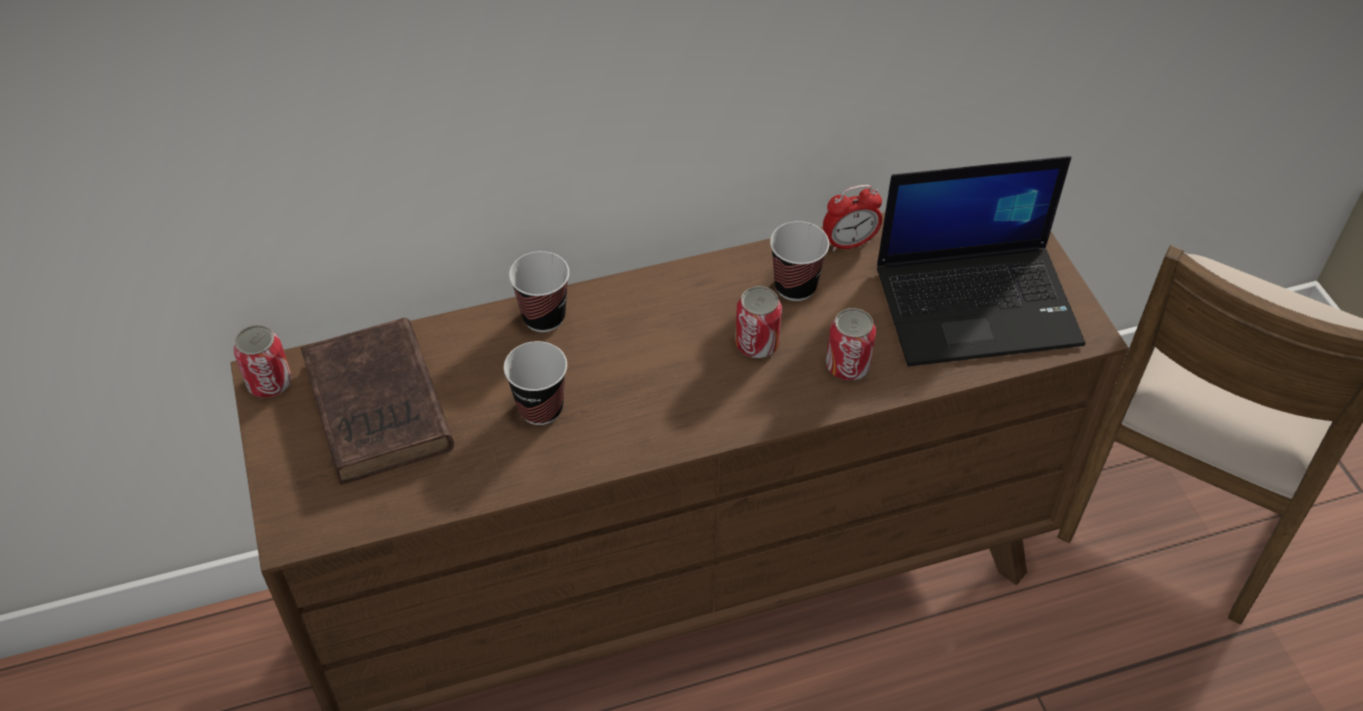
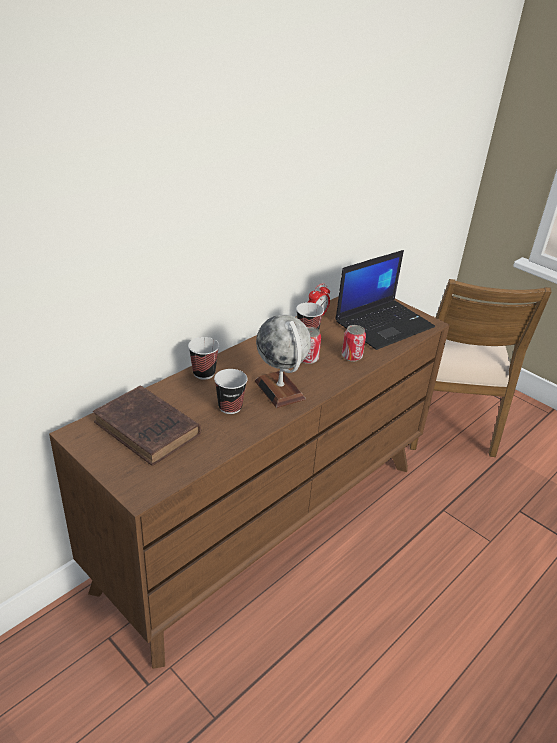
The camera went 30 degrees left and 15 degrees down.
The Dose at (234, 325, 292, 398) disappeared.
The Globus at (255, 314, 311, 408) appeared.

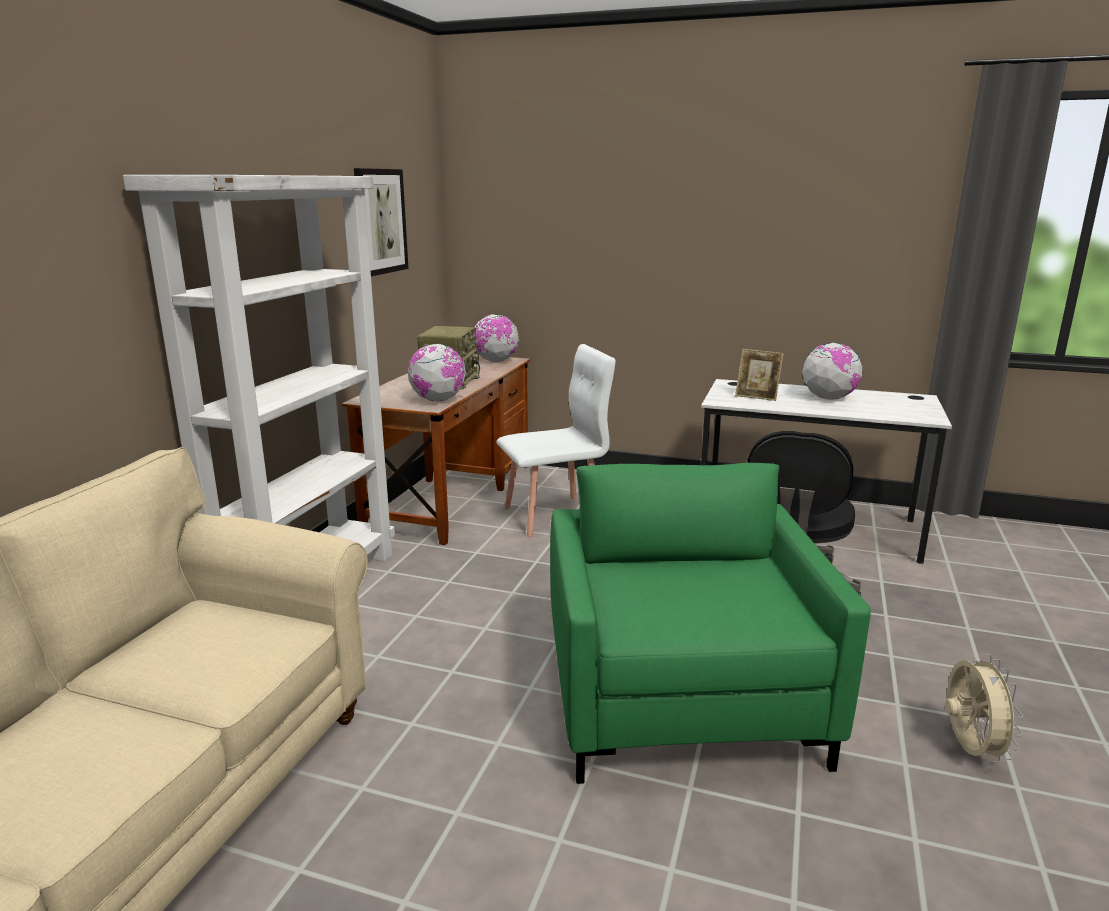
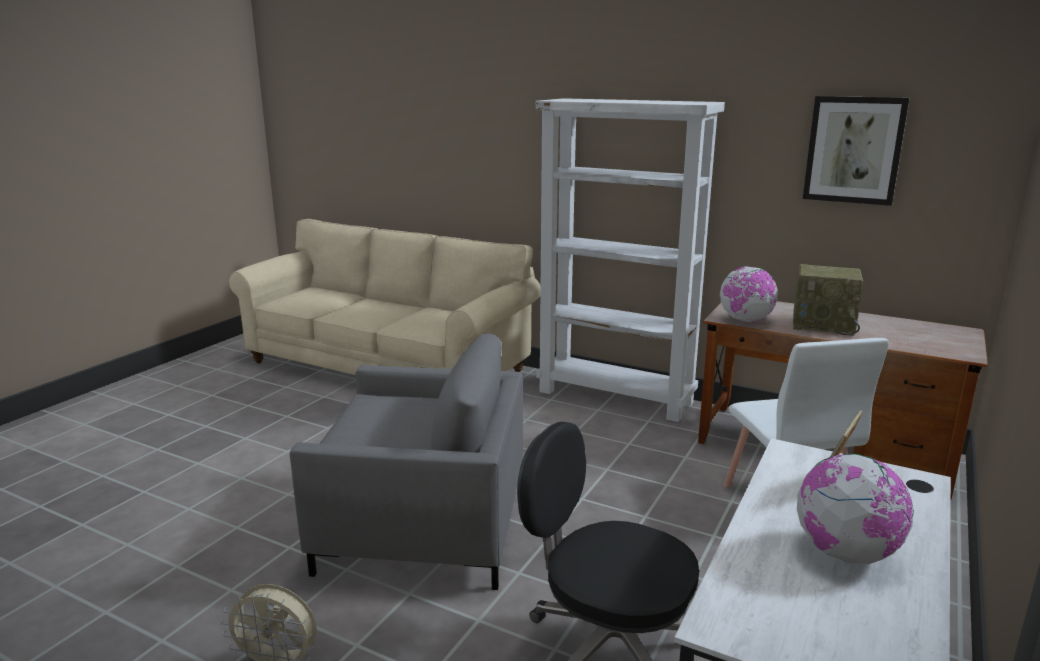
The camera went 100 degrees right and 0 degrees up.
The Globus at (473, 314, 519, 362) disappeared.
The Sessel (grün) at (550, 463, 871, 784) became the Sessel (grau) at (290, 333, 523, 590).

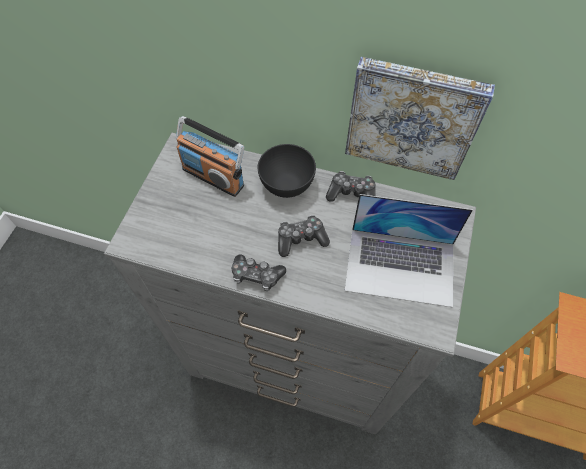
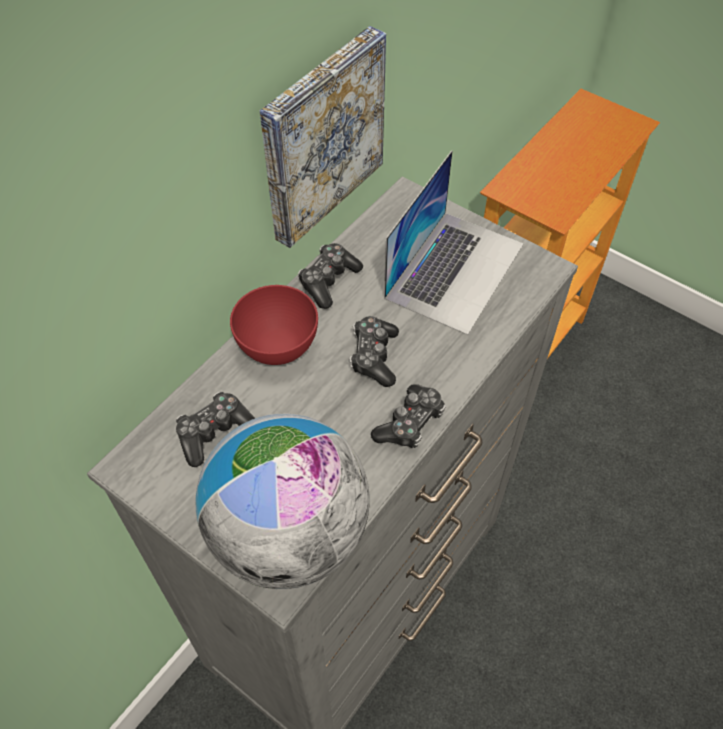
The camera went 70 degrees left and 5 degrees down.
The Globus at (196, 414, 370, 589) appeared.
The Radio at (176, 116, 244, 197) was replaced by the Gamepad at (176, 392, 255, 467).
The Schüssel (schwarz) at (258, 144, 316, 198) became the Schüssel (rot) at (230, 285, 318, 365).

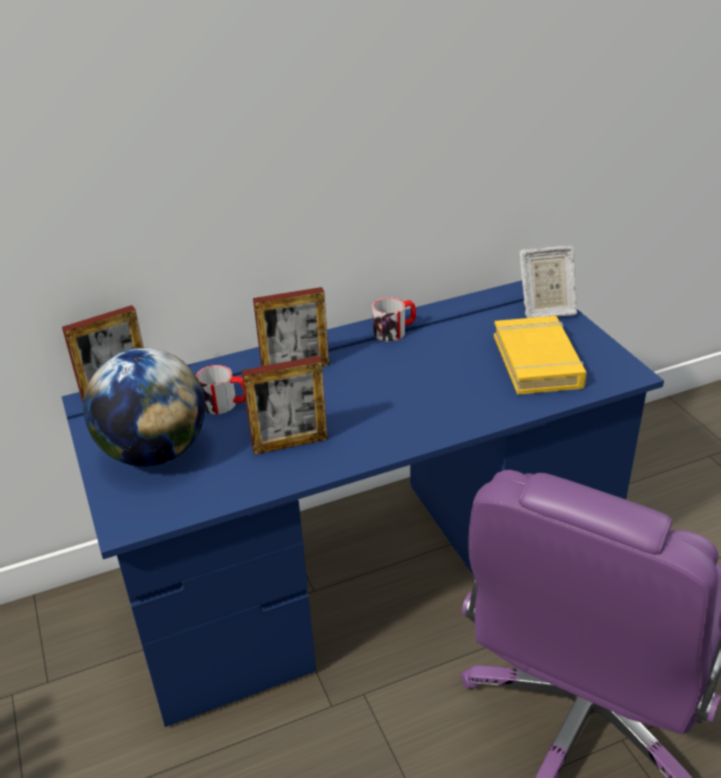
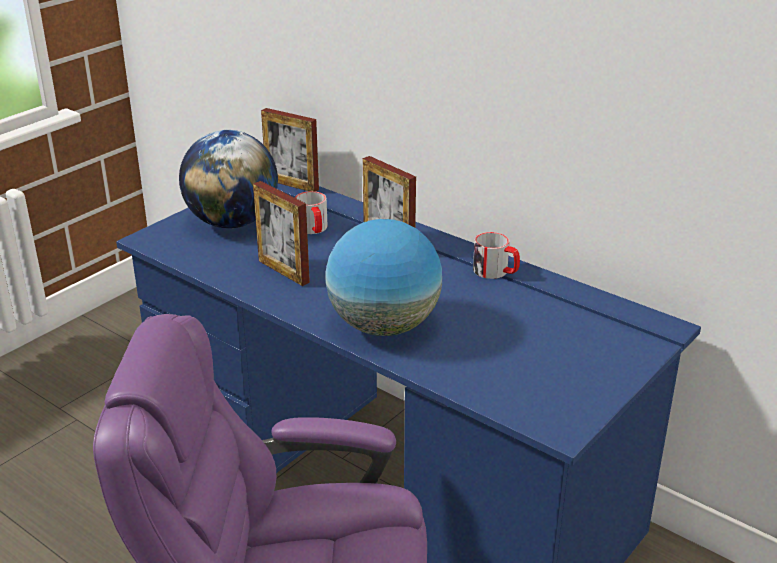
The camera went 60 degrees right and 5 degrees down.
The Buch (gelb) at (494, 316, 587, 395) disappeared.
The Bilderrahmen at (519, 246, 577, 318) disappeared.
The Globus at (325, 219, 442, 336) appeared.

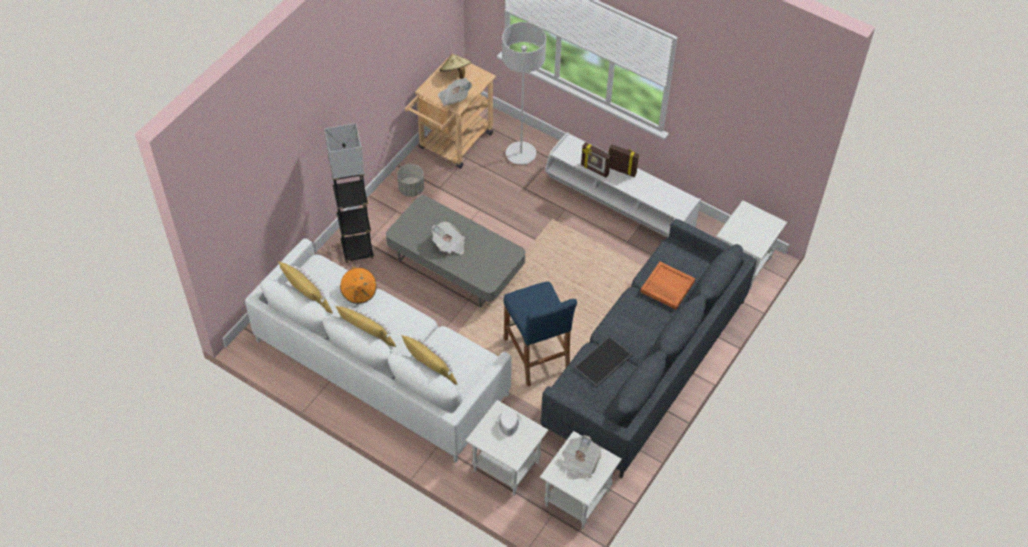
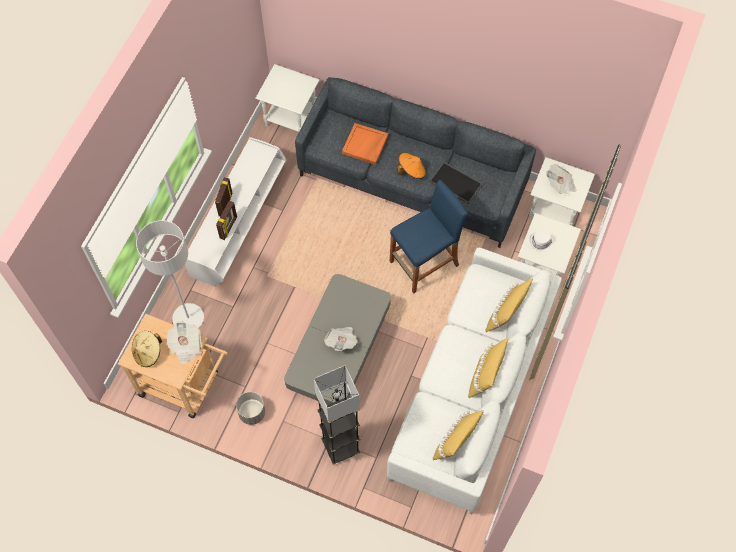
The camera went 100 degrees left and 10 degrees up.
The Hut (orange) moved from (340, 267, 377, 304) to (397, 153, 426, 179).

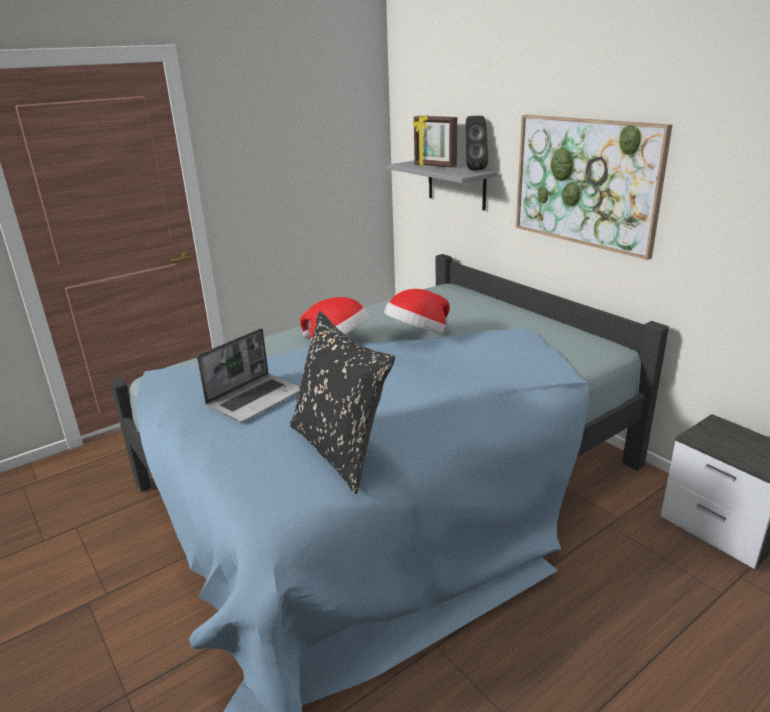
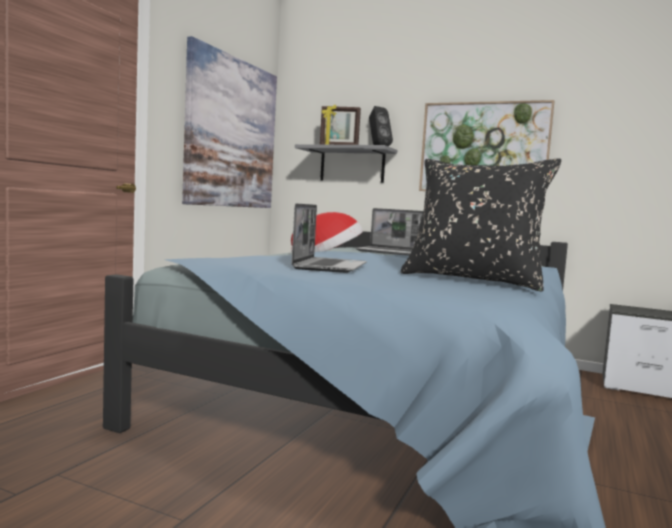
The camera went 30 degrees left and 20 degrees down.
The Bild at (182, 36, 277, 208) appeared.
The Hut at (384, 289, 450, 333) was replaced by the Laptop at (356, 208, 423, 256).

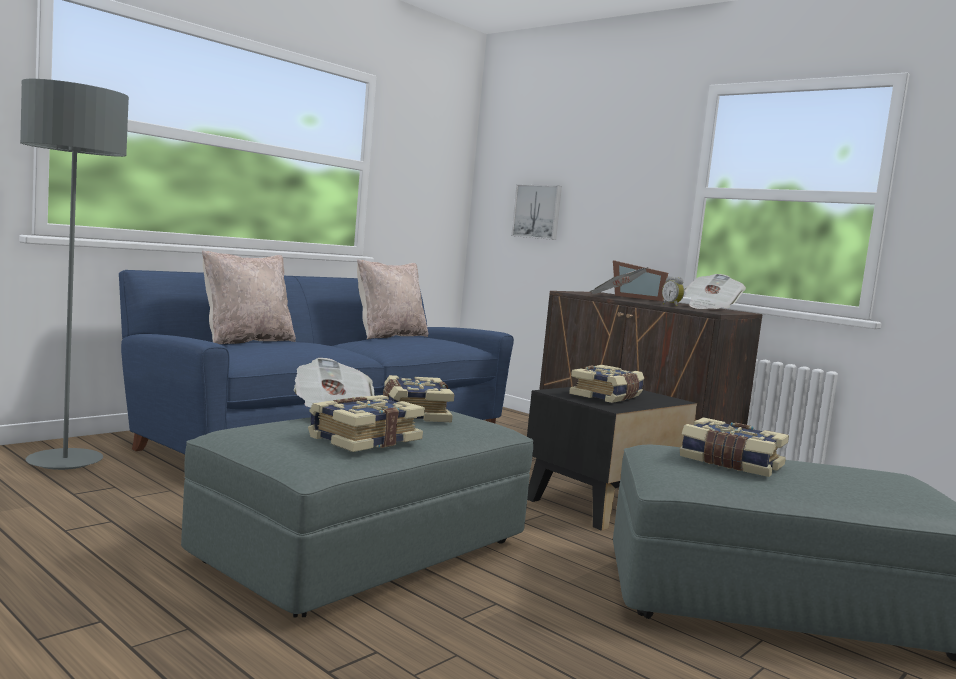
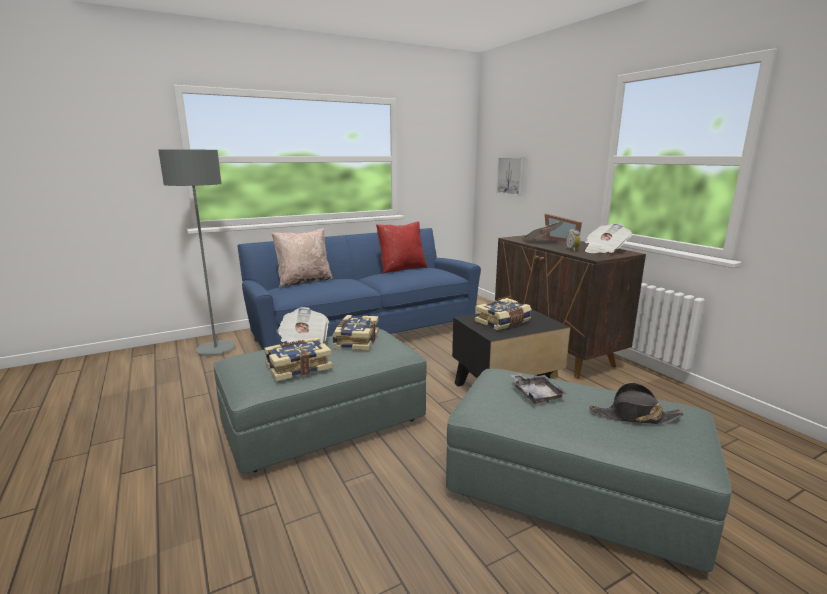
The camera went 20 degrees right and 10 degrees up.
The Hut (schwarz) at (589, 382, 684, 424) appeared.
The Buch at (680, 417, 789, 477) was replaced by the Tablett (grau) at (511, 374, 567, 404).
The Kissen (beige) at (357, 259, 428, 340) became the Kissen (rot) at (376, 221, 427, 274).

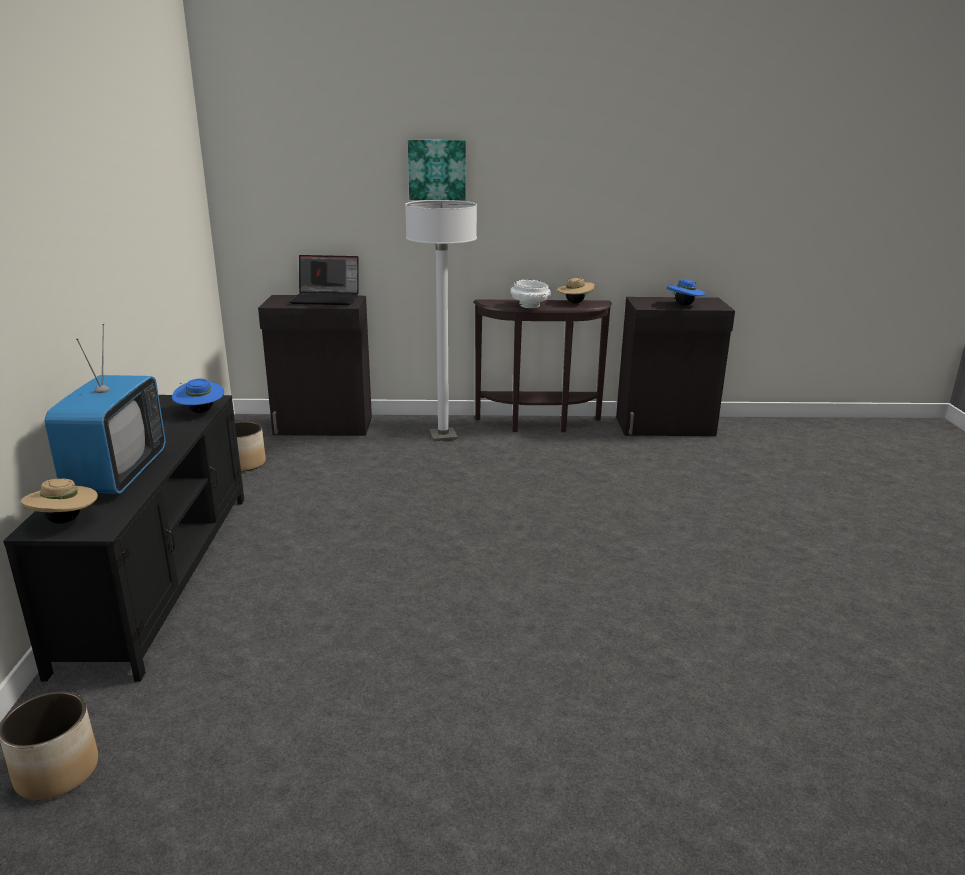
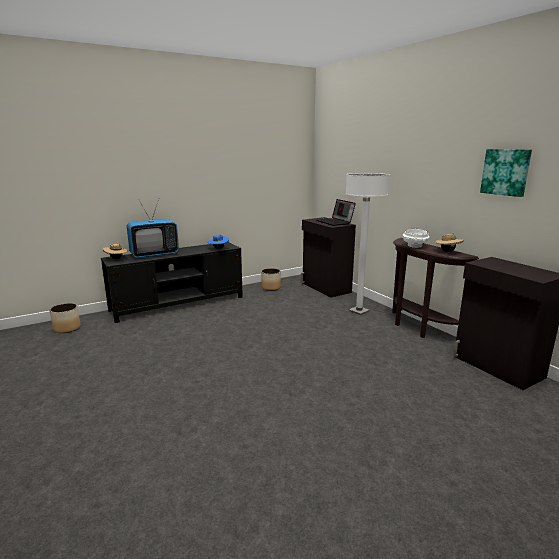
The camera went 60 degrees right and 5 degrees down.
The Hut (blau) at (667, 280, 706, 306) disappeared.
The Bild moved from (408, 140, 466, 201) to (480, 149, 532, 197).

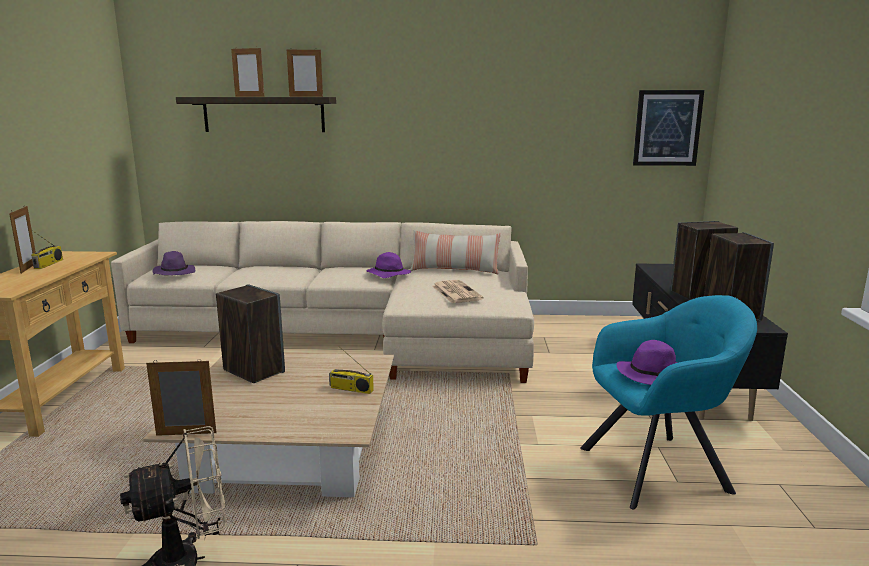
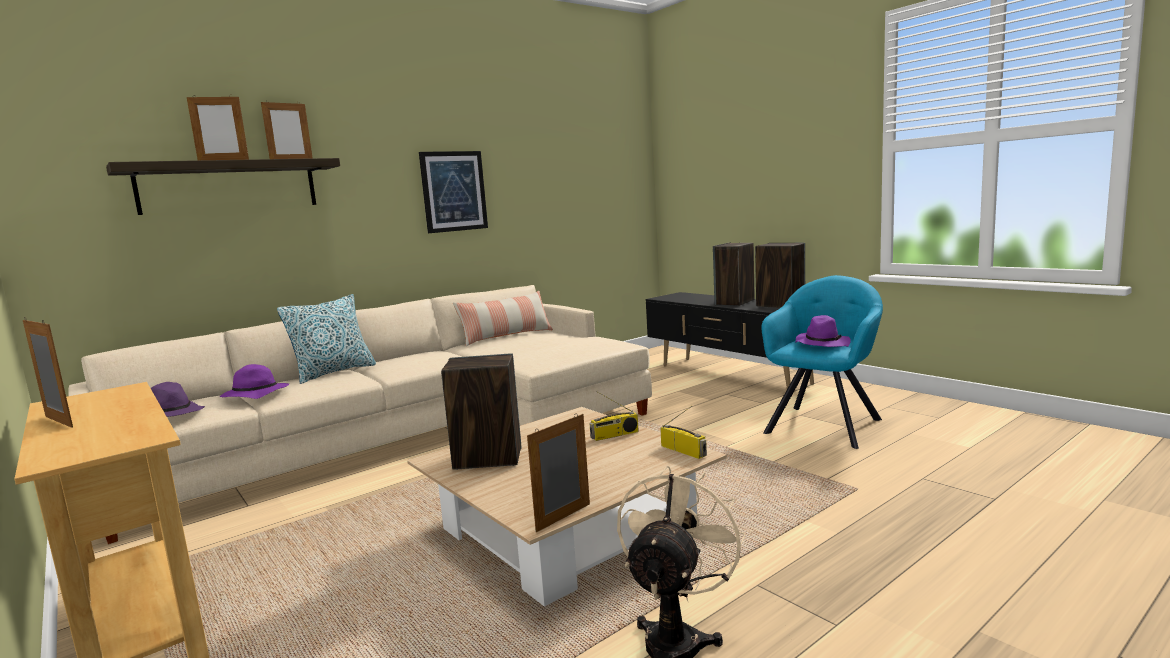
The camera went 40 degrees left and 5 degrees down.
The Zeitung at (432, 280, 484, 303) disappeared.
The Kissen at (277, 294, 376, 384) appeared.
The Radio moved from (31, 230, 63, 269) to (660, 406, 707, 459).
The Hut (lila) moved from (367, 252, 412, 278) to (220, 364, 289, 399).
The Bild moved from (633, 90, 704, 166) to (419, 151, 488, 233).

